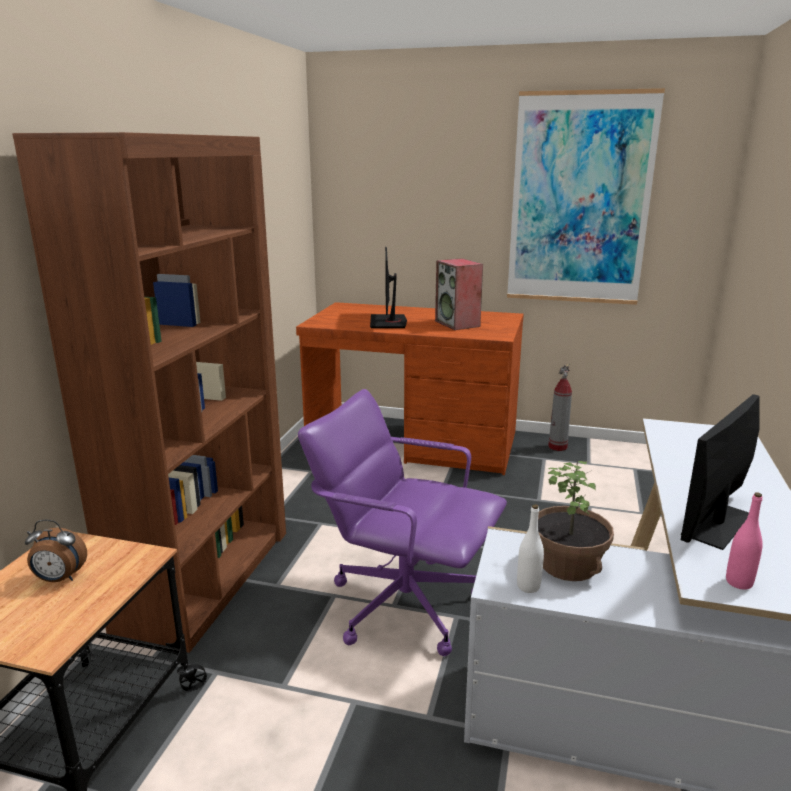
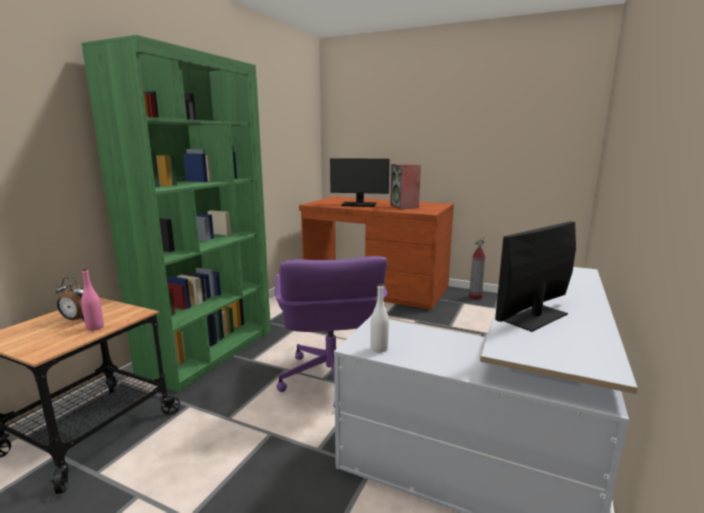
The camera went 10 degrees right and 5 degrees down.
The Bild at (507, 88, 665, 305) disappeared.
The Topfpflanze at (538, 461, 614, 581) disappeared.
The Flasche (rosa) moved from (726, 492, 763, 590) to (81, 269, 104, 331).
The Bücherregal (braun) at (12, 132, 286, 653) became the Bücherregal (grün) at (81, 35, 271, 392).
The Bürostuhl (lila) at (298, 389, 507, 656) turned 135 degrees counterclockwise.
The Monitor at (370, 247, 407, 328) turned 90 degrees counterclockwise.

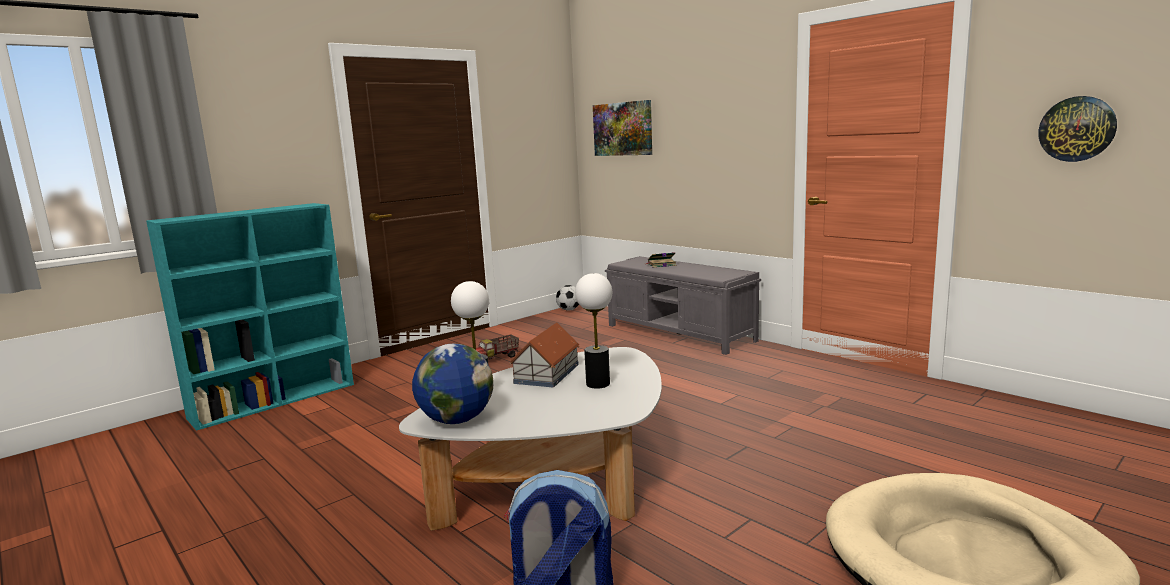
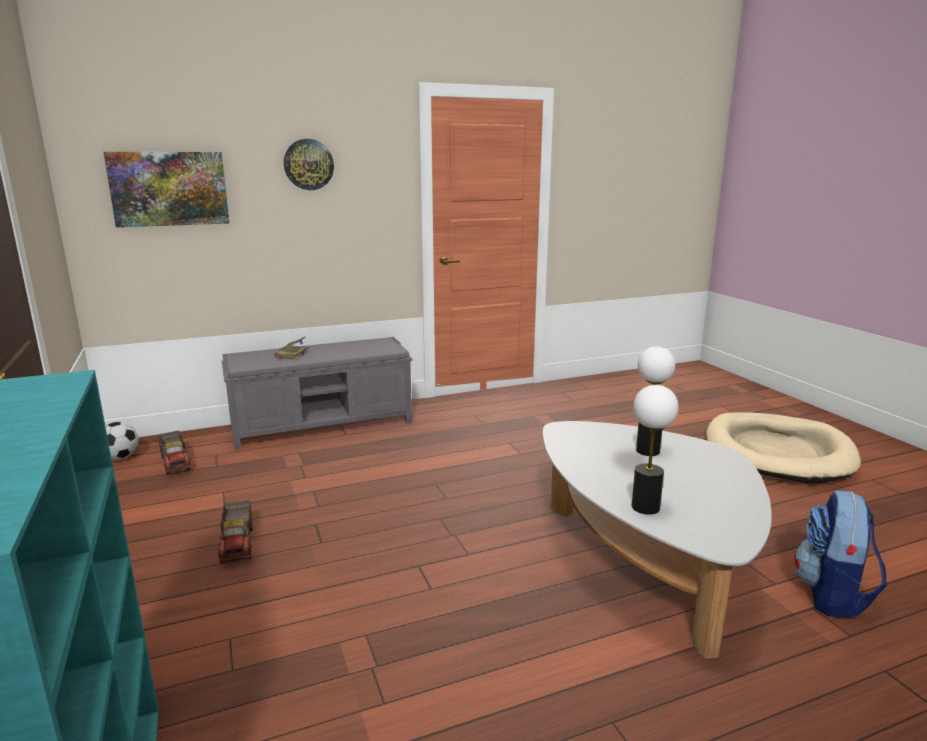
The camera went 70 degrees left and 5 degrees up.
The Globus at (412, 344, 494, 424) disappeared.
The Spielzeughaus at (509, 322, 580, 387) disappeared.
The Spielzeuglaster at (158, 430, 191, 474) appeared.
The Wanduhr moved from (1038, 96, 1117, 162) to (284, 139, 334, 190).

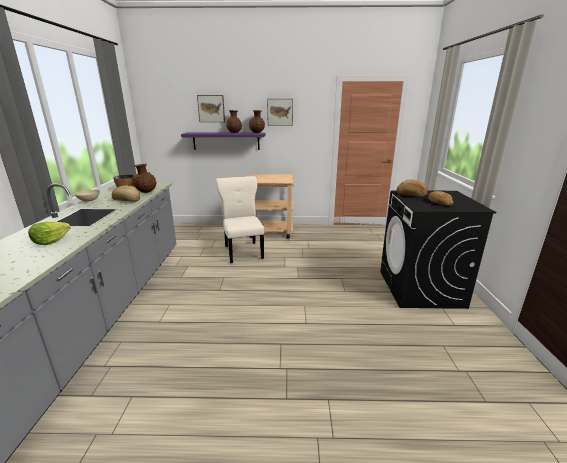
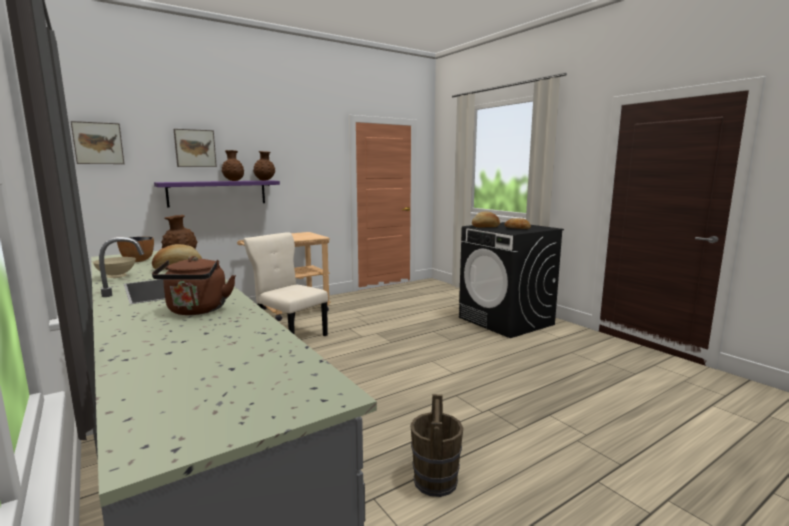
The camera went 35 degrees left and 10 degrees down.
The Eimer (braun) at (411, 394, 463, 497) appeared.
The Bild moved from (267, 99, 293, 126) to (71, 121, 124, 164).
The Salatkopf at (28, 222, 71, 245) was replaced by the Wasserkessel (braun) at (152, 256, 236, 315).

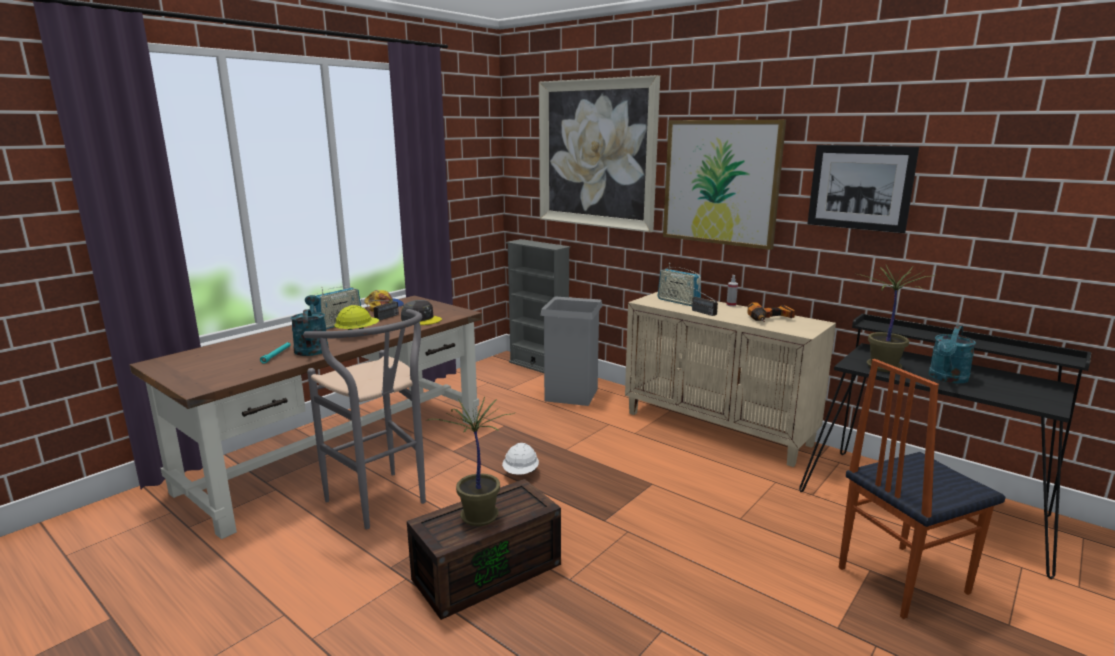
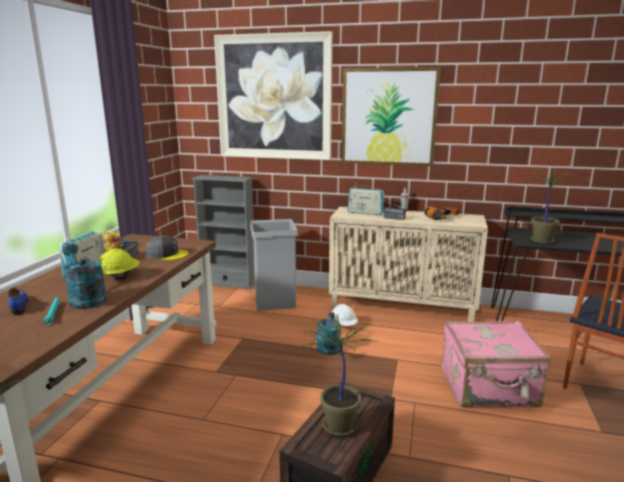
The camera went 25 degrees left and 0 degrees up.
The Hocker (grau) at (303, 309, 426, 529) disappeared.
The Bild at (807, 145, 919, 233) disappeared.
The Schuh (blau) at (8, 287, 29, 315) appeared.
The Koffer (rosa) at (442, 321, 551, 407) appeared.
The Schutzhelm (weiß) moved from (502, 443, 539, 475) to (332, 304, 358, 326).
The Gießkanne (türkis) moved from (928, 325, 976, 383) to (315, 312, 341, 355).

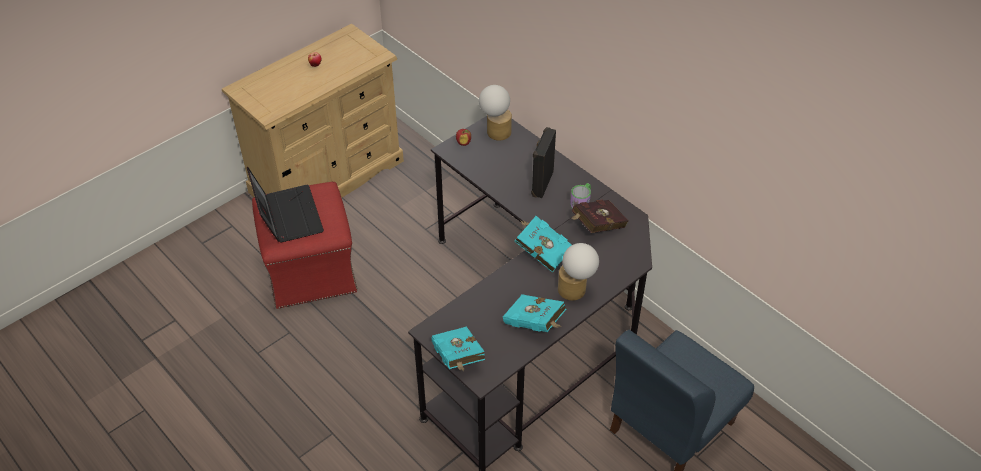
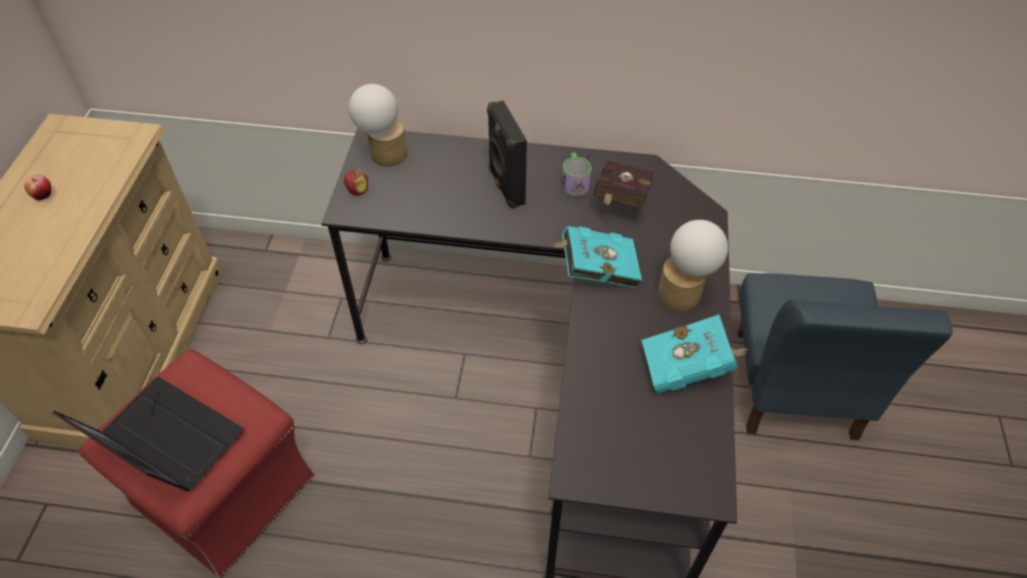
The camera went 40 degrees left and 5 degrees up.
The Buch (türkis) at (431, 326, 485, 371) disappeared.

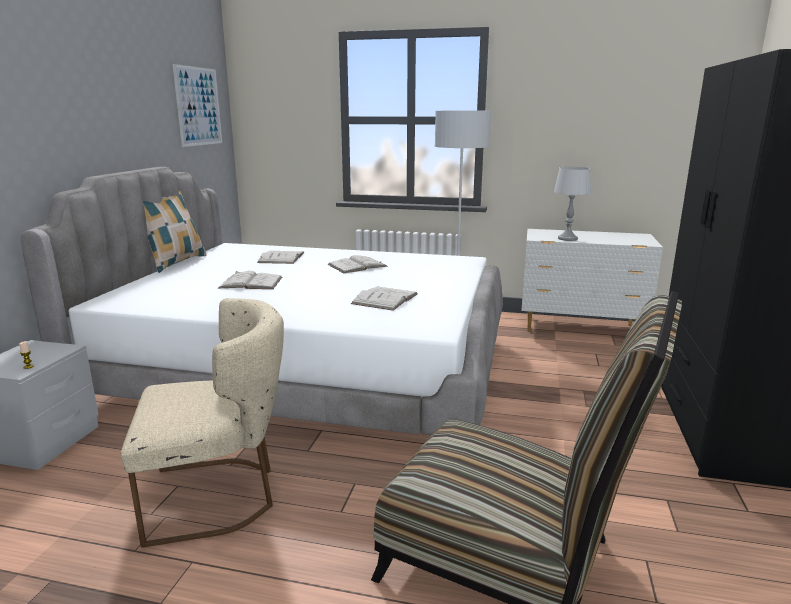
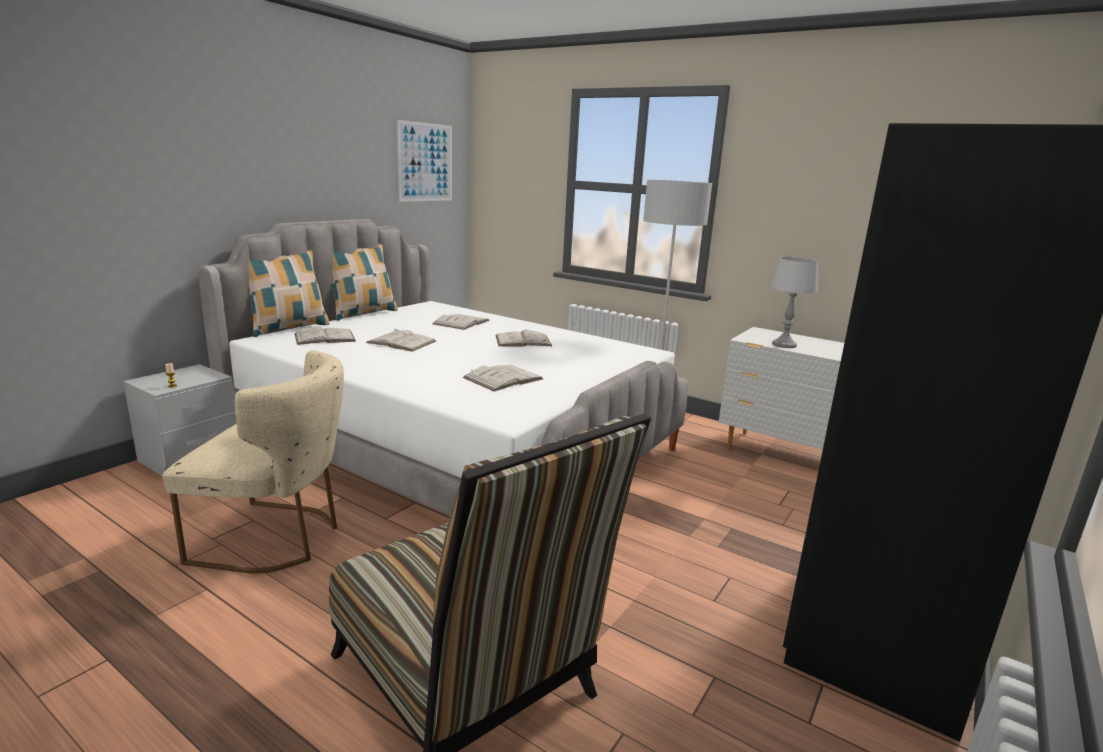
The camera went 20 degrees right and 0 degrees up.
The Kissen at (234, 250, 329, 337) appeared.
The Buch (weiß) at (295, 326, 356, 345) appeared.

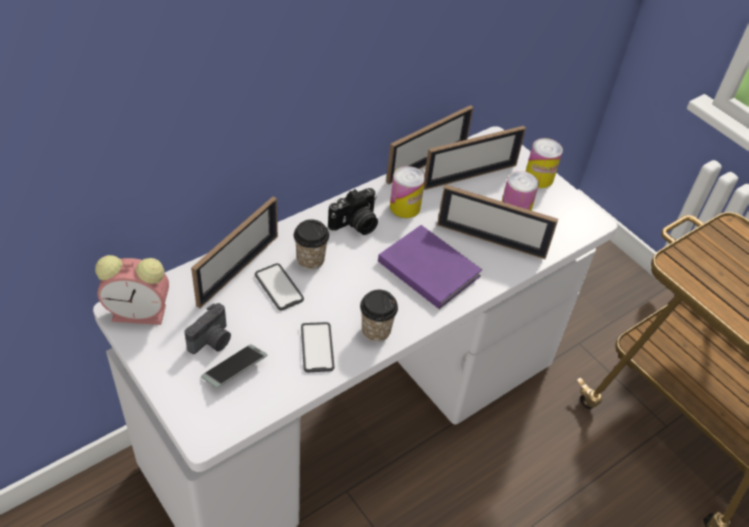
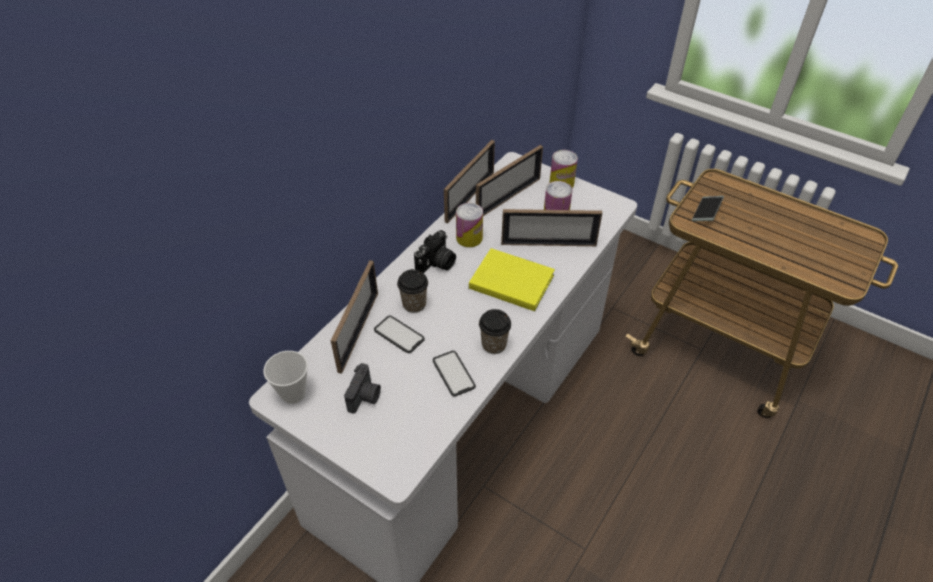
The camera went 15 degrees left and 0 degrees up.
The Handy moved from (201, 344, 267, 388) to (692, 196, 724, 221).
The Wecker at (95, 255, 169, 325) was replaced by the Tasse at (263, 351, 308, 404).
The Buch (lila) at (378, 225, 482, 309) became the Buch (gelb) at (469, 248, 555, 311).

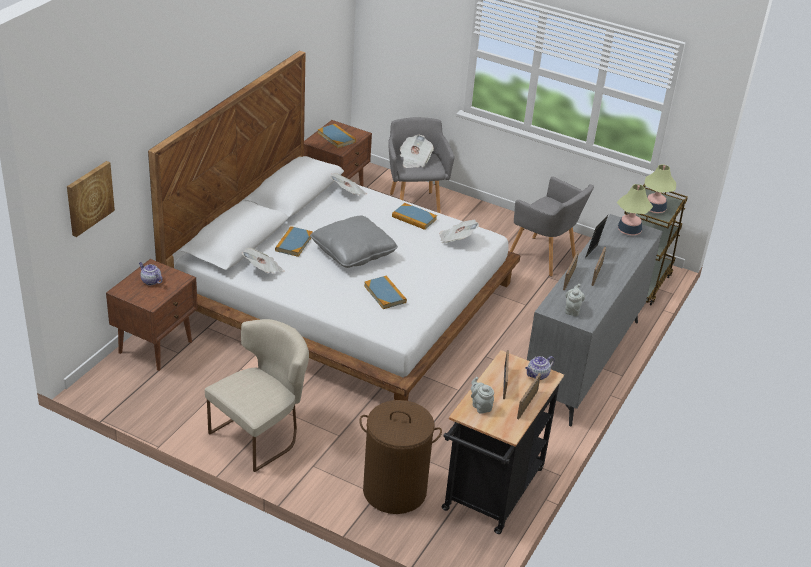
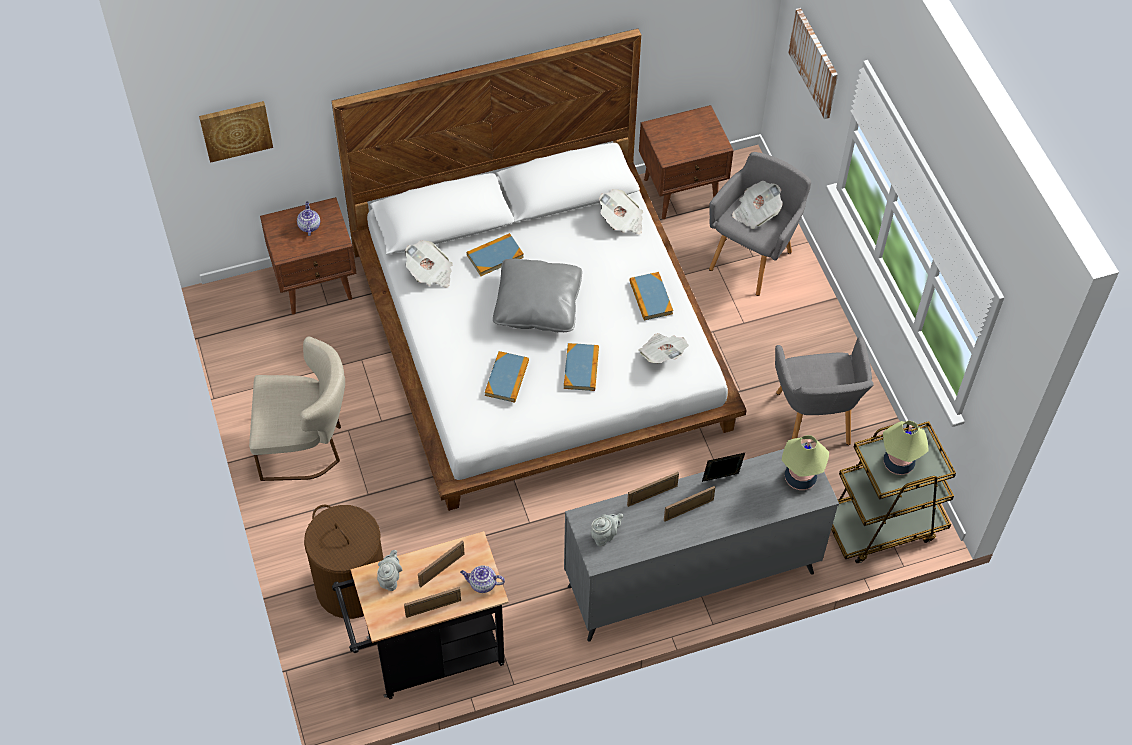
The camera went 45 degrees right and 20 degrees up.
The Bild at (789, 8, 838, 119) appeared.
The Buch moved from (318, 124, 356, 148) to (564, 343, 599, 391).

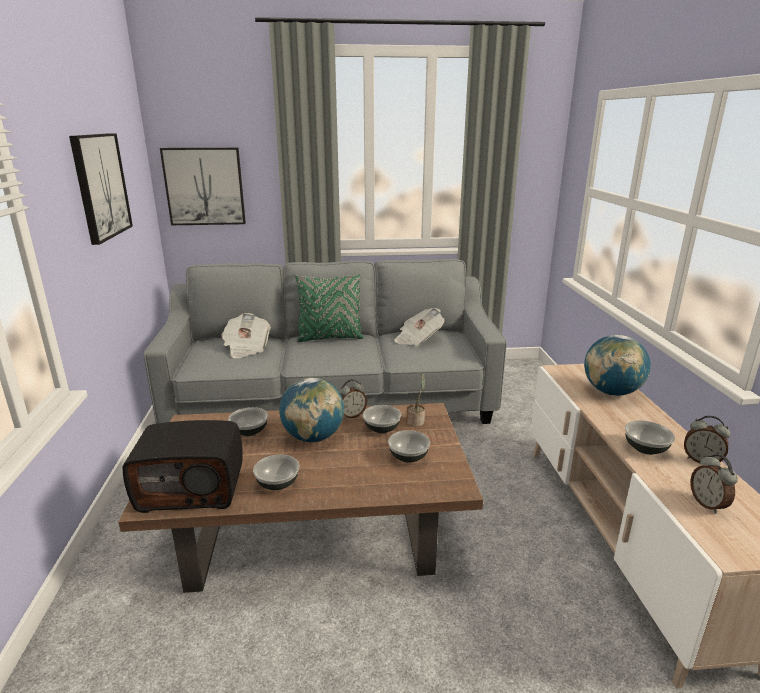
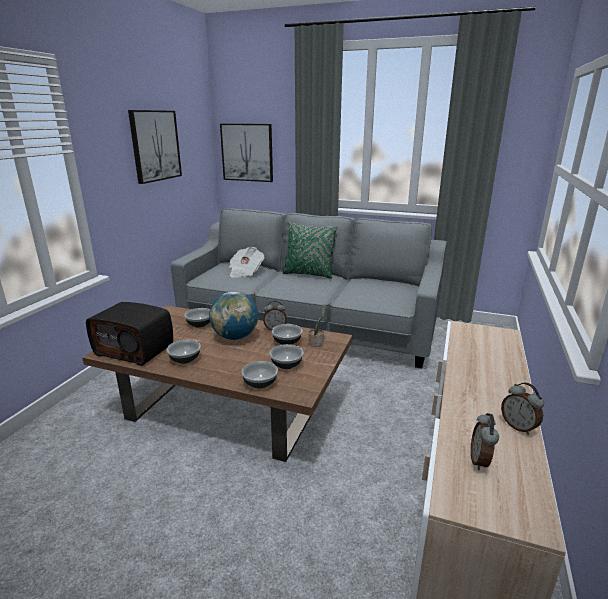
The camera went 25 degrees right and 0 degrees up.
The Zeitung at (394, 308, 444, 346) disappeared.
The Globus at (584, 335, 651, 396) disappeared.
The Schüssel moved from (625, 420, 675, 455) to (241, 361, 278, 388).

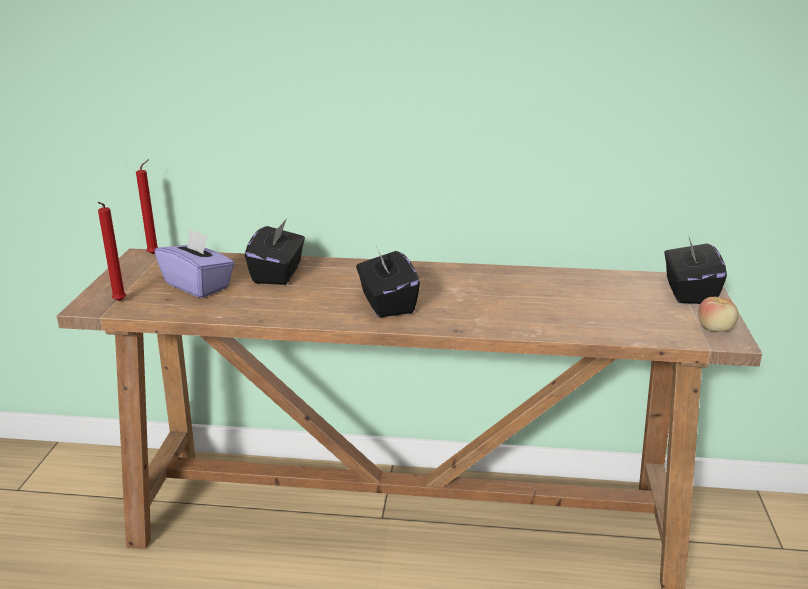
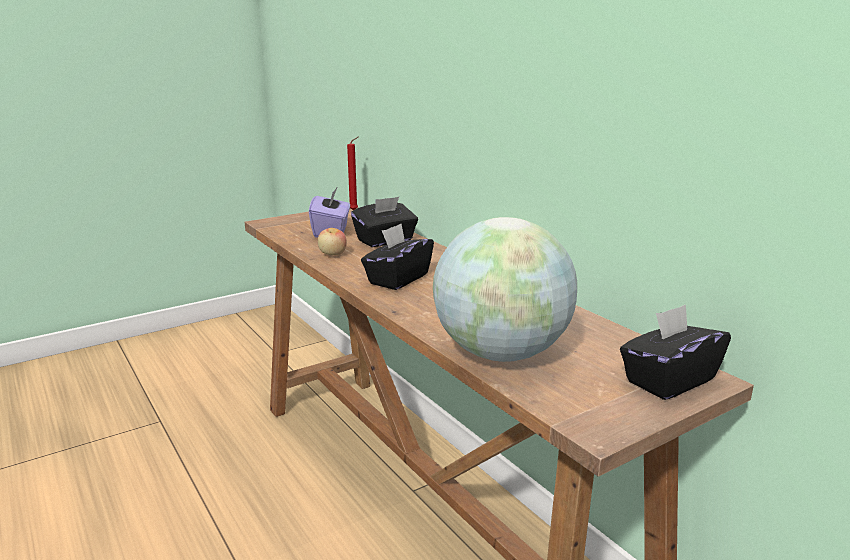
The camera went 50 degrees right and 5 degrees down.
The Kerze (rot) at (98, 202, 126, 301) disappeared.
The Globus at (433, 217, 577, 362) appeared.
The Apfel moved from (698, 297, 738, 332) to (318, 228, 347, 256).

